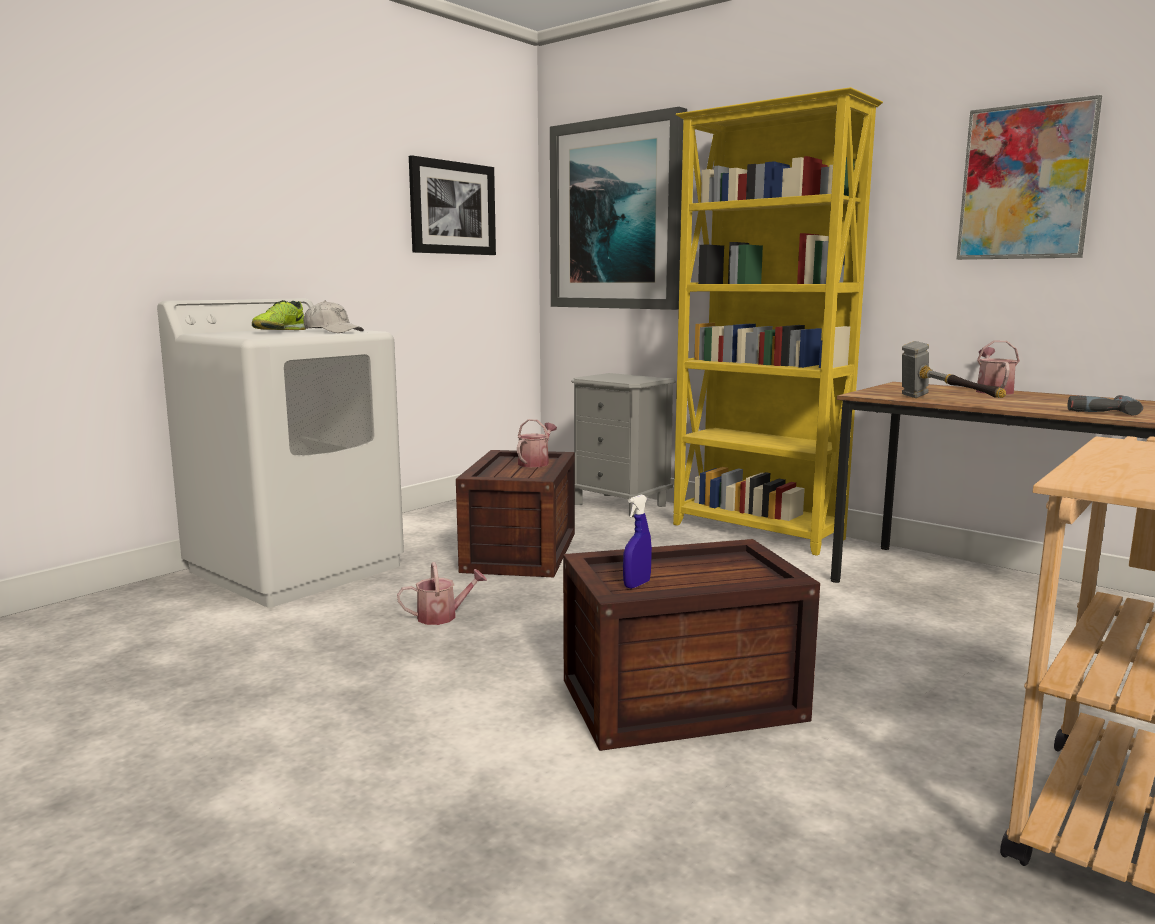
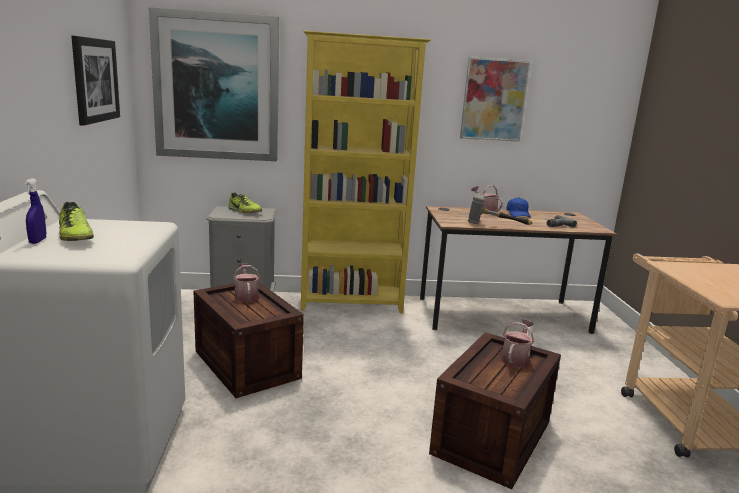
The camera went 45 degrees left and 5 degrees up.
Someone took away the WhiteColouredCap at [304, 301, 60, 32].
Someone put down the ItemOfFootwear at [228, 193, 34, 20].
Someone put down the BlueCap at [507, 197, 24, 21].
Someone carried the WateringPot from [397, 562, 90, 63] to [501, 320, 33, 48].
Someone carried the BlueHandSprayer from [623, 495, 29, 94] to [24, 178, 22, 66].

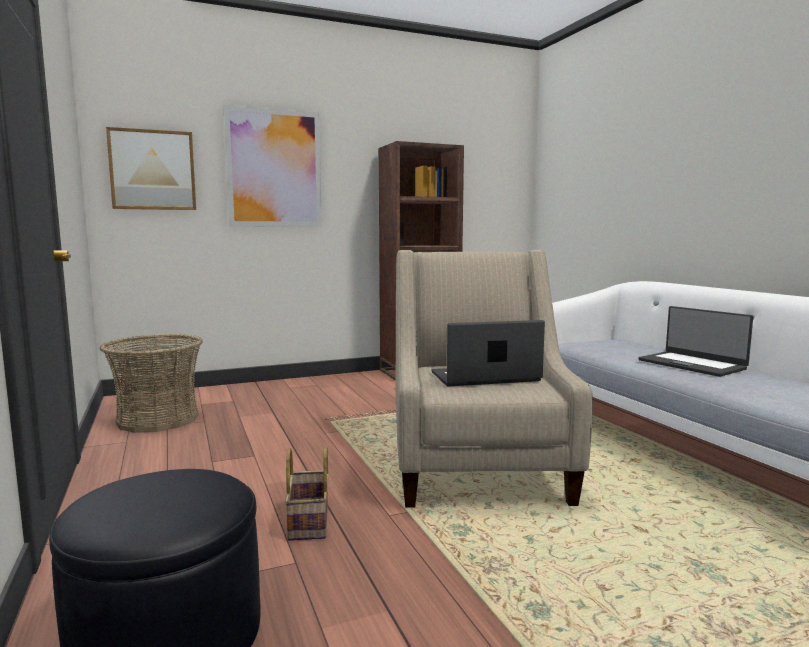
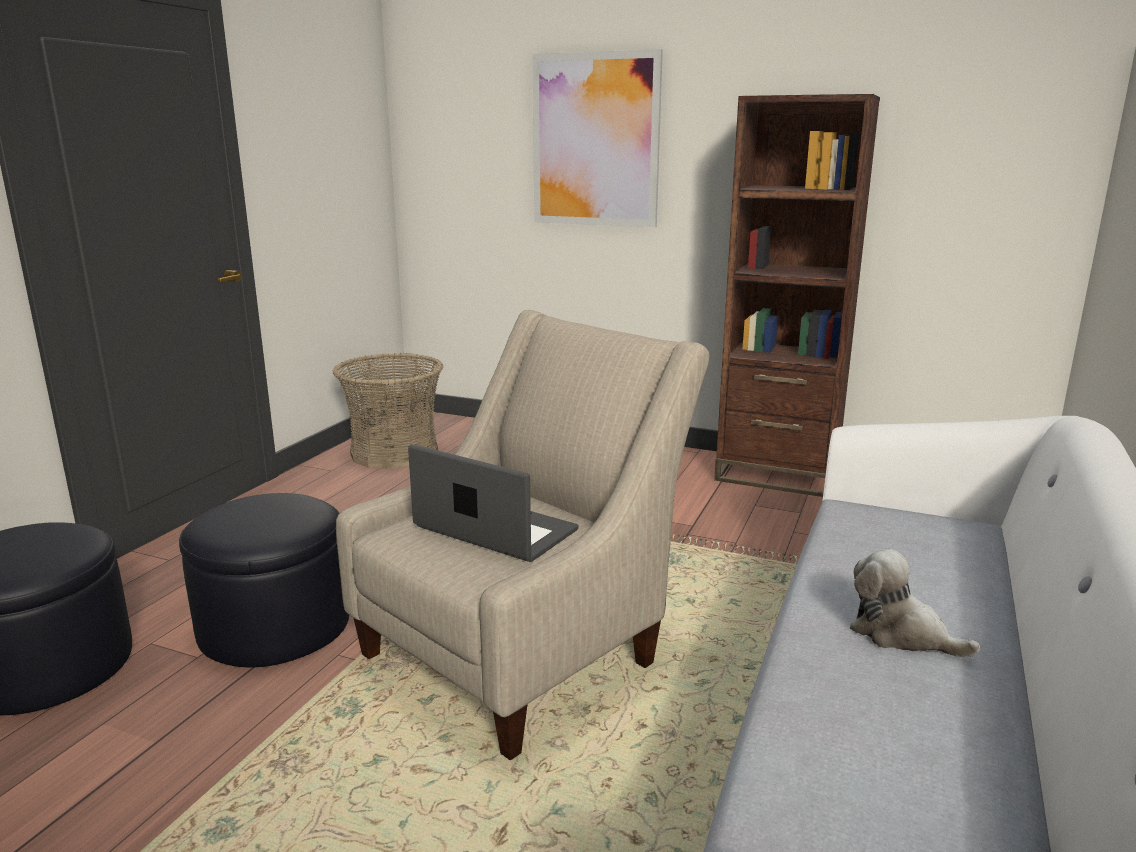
The camera went 45 degrees right and 10 degrees up.
Someone took away the Picture at [106, 127, 90, 83].
Someone swapped the HouseholdBasket at [285, 446, 44, 95] for the BlackishPouffe at [179, 493, 170, 174].
Someone swapped the NotebookComputer at [639, 306, 114, 71] for the PlushToy at [850, 549, 130, 108].

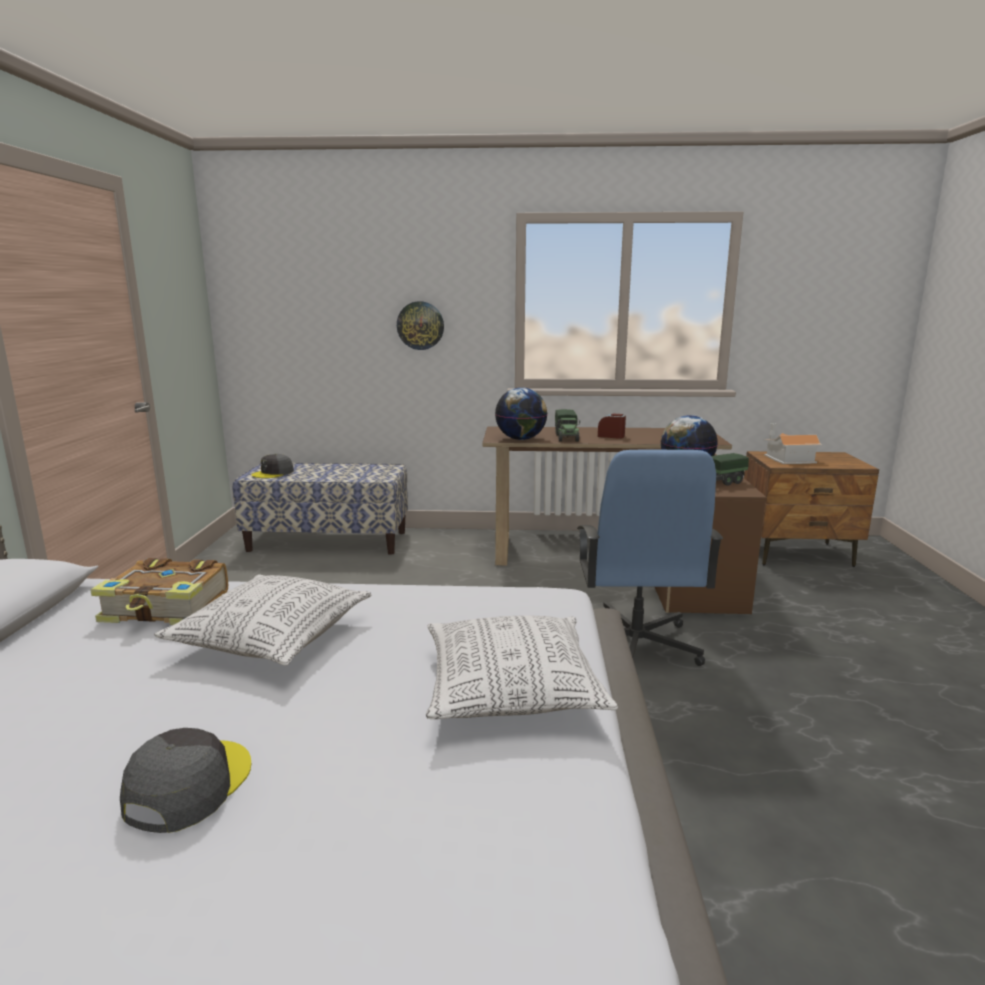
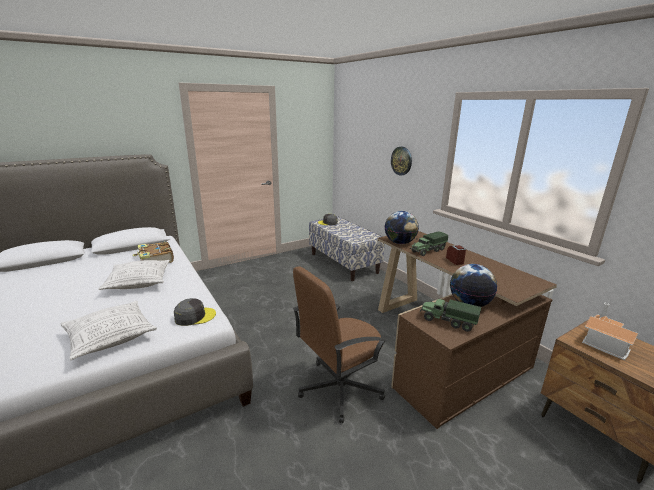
The camera went 55 degrees right and 5 degrees up.
Someone carried the GreyishCap from [120, 728, 131, 105] to [174, 298, 42, 28].
Someone repainted the BlueComputerChair at [577, 450, 146, 216], which became the BrownColouredComputerChair at [293, 266, 94, 157].

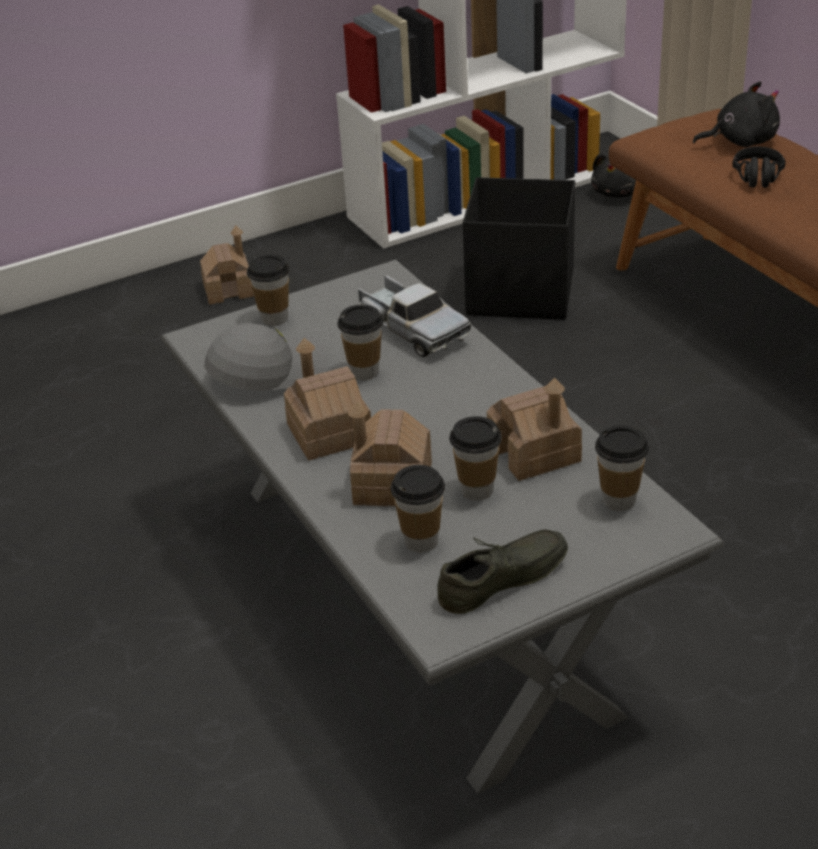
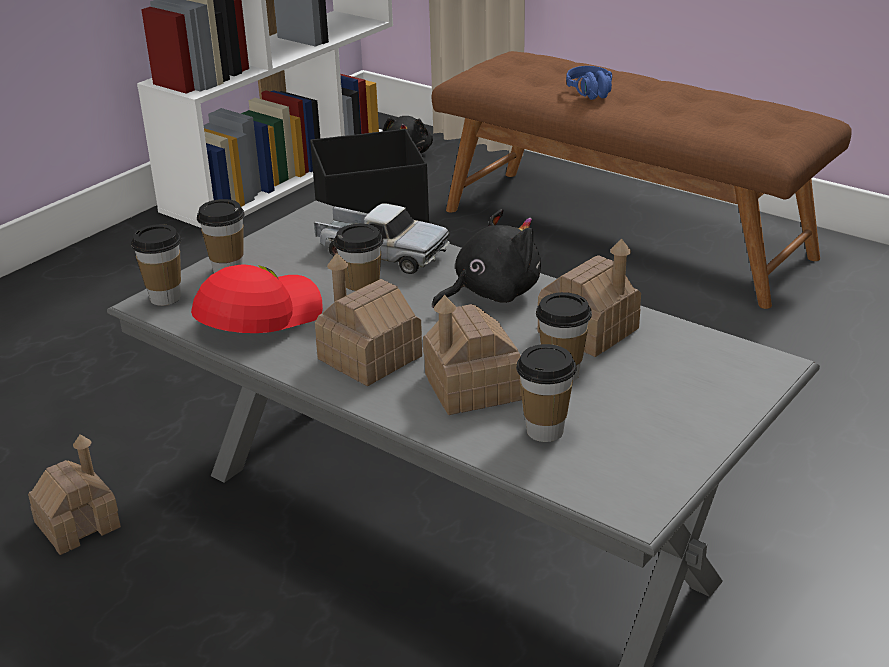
The camera went 25 degrees left and 5 degrees down.
Someone took away the GreyishItemOfFootwear at [437, 529, 131, 85].
Someone carried the ModelHouse from [200, 225, 54, 80] to [28, 434, 93, 121].
Someone carried the DrinkingCup from [595, 425, 54, 86] to [131, 224, 50, 82].
Someone carried the BlackishPlushToy from [693, 81, 87, 66] to [432, 209, 109, 99].
Someone repainted the GreyishCap at [204, 323, 123, 68], which became the RedCap at [191, 265, 132, 68].
Someone repainted the BlackishHeadphones at [732, 146, 54, 42], which became the BlueHeadphones at [566, 66, 46, 34].

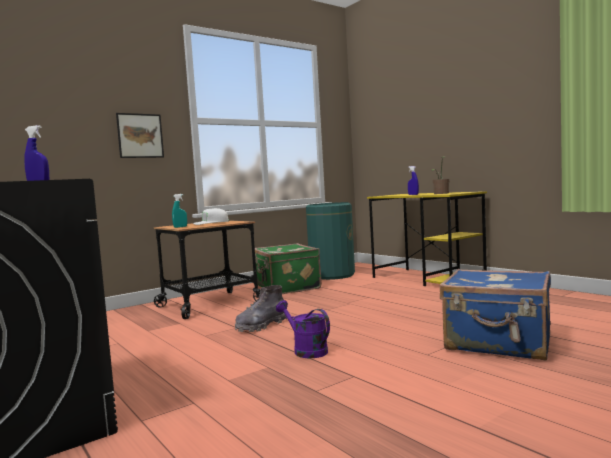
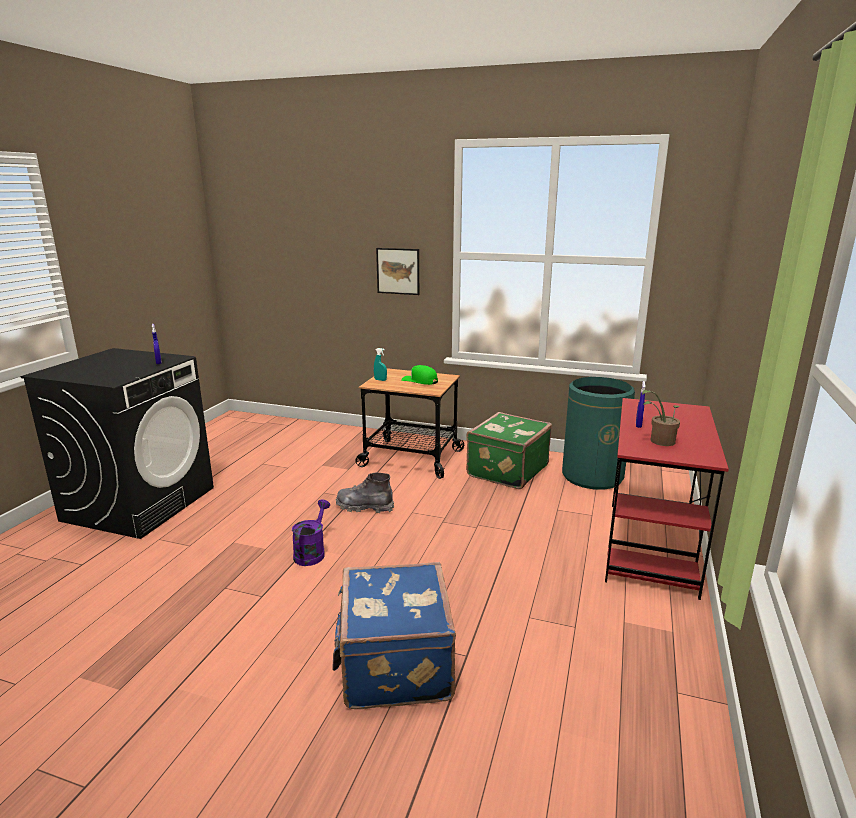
The camera went 55 degrees right and 15 degrees up.
Someone repainted the WhiteColouredCap at [193, 208, 36, 17], which became the GreenishCap at [401, 365, 37, 20].
Someone repainted the YellowDesk at [367, 191, 120, 95], which became the RedDesk at [605, 398, 124, 202].

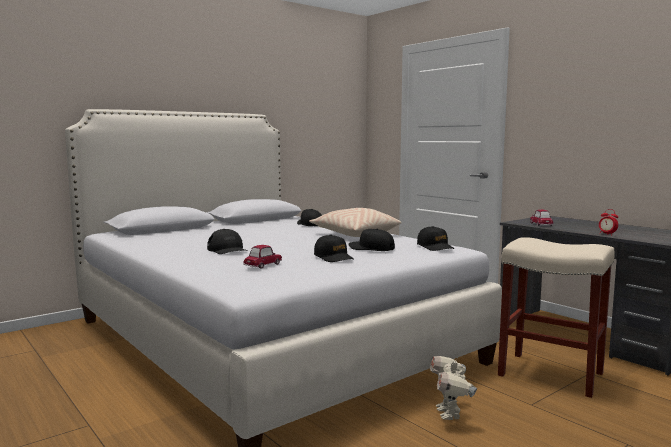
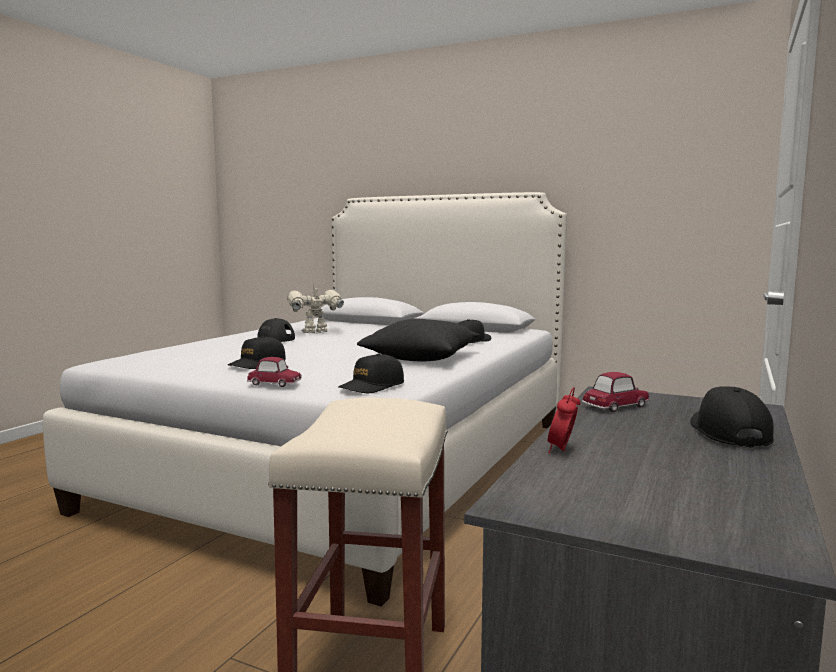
The camera went 65 degrees right and 0 degrees up.
Someone carried the ToyCar from [243, 245, 39, 24] to [247, 357, 55, 30].
Someone carried the BlackishCap from [348, 229, 47, 22] to [690, 386, 84, 61].
Someone carried the ToyRobot from [430, 356, 47, 64] to [287, 284, 57, 49].
Someone repainted the SandColouredThrowPillow at [309, 208, 92, 29], which became the BlackishThrowPillow at [357, 319, 123, 42].

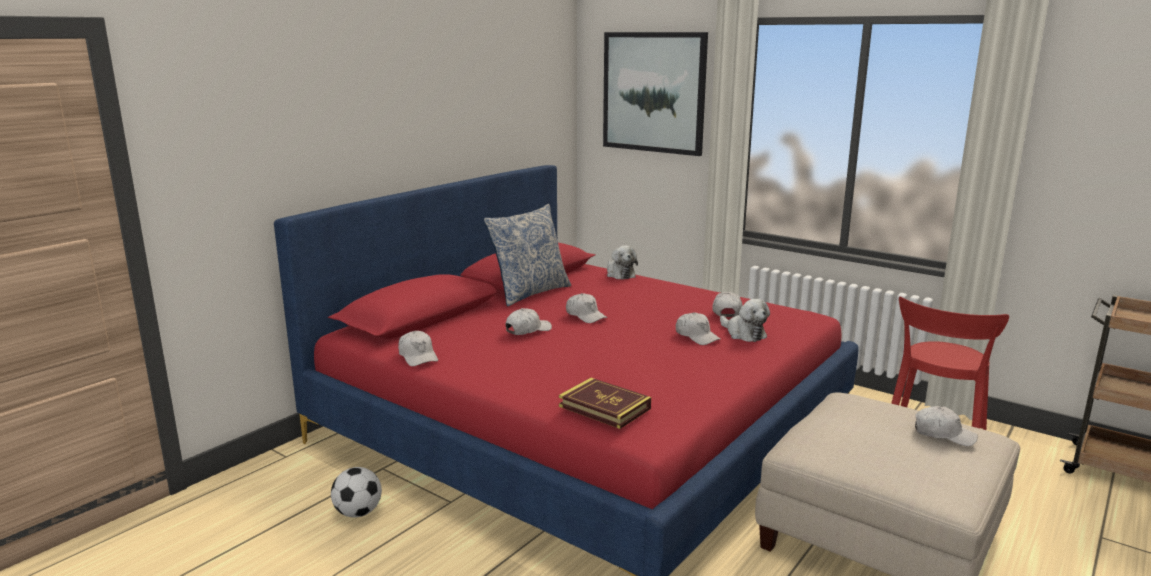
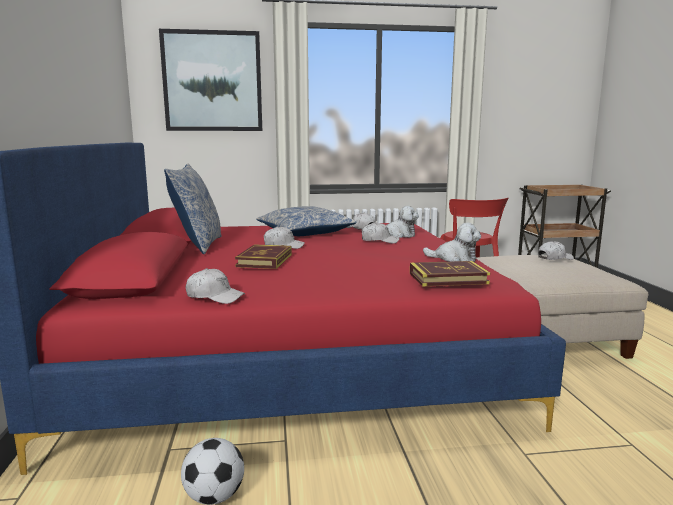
The camera went 45 degrees left and 5 degrees down.
Someone put down the ThrowPillow at [256, 206, 101, 30].
Someone carried the PlushToy from [607, 245, 31, 35] to [423, 223, 58, 39].
Someone swapped the WhiteColouredCap at [506, 308, 46, 27] for the Book at [235, 244, 57, 25].

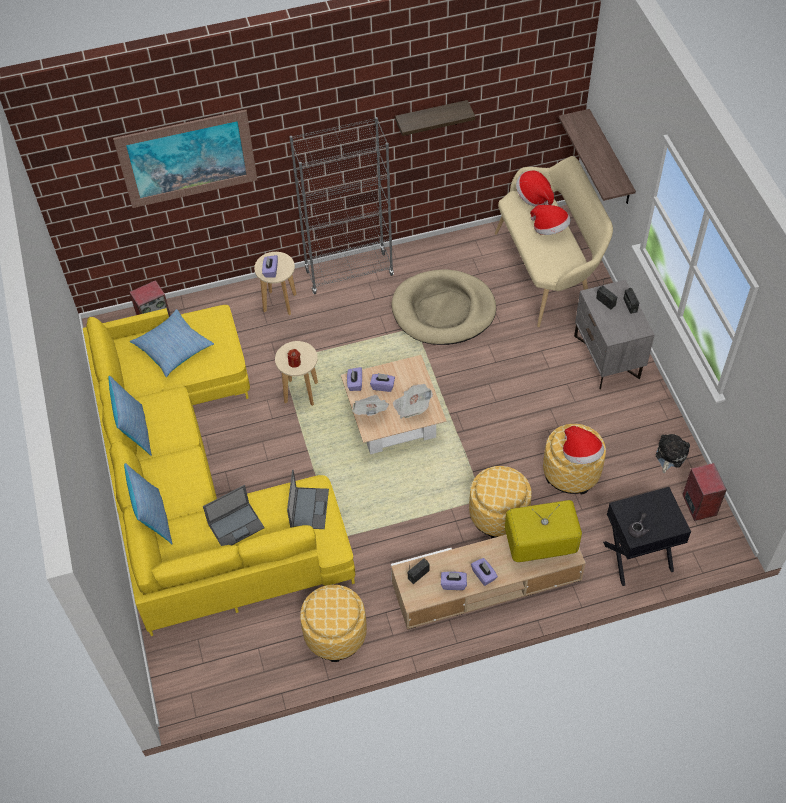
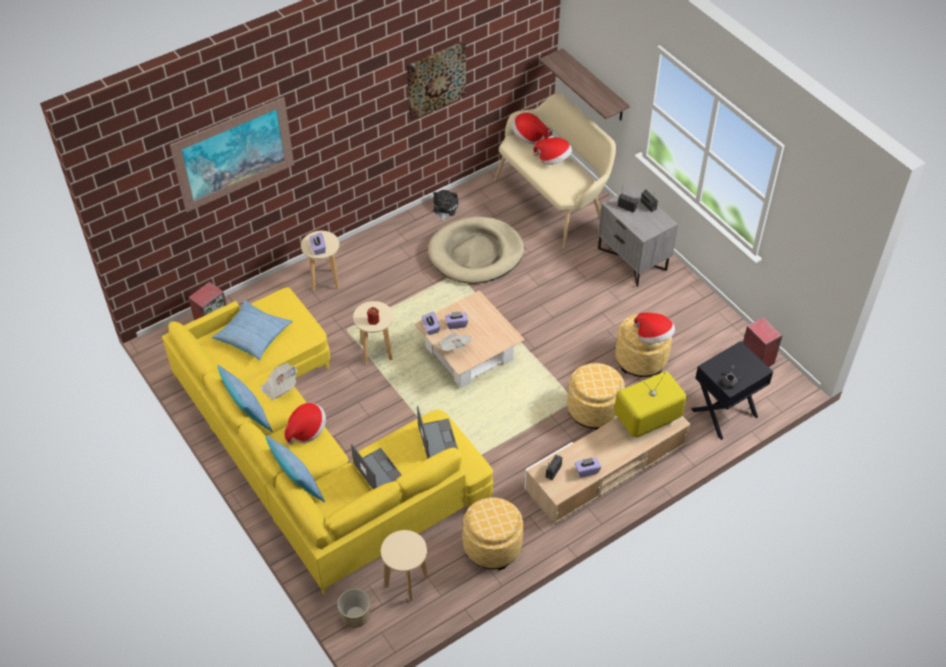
The camera went 20 degrees left and 5 degrees down.
Someone took away the GreyishBookshelf at [290, 117, 104, 177].
Someone took away the PurpleColouredTissueBox at [471, 558, 27, 28].
Someone put down the WearableHat at [284, 403, 42, 42].
Someone put down the PlantPot at [337, 589, 33, 39].
Someone put down the SandColouredSittingStool at [381, 530, 47, 71].
Someone carried the DailyPaper from [393, 384, 40, 35] to [260, 363, 38, 38].
Someone carried the PlushToy from [656, 434, 34, 39] to [433, 190, 25, 32].
Someone swapped the BracketShelf at [395, 100, 80, 36] for the Picture at [407, 41, 59, 79].
Someone rotated the NotebookComputer at [203, 485, 62, 61] by 75 degrees counterclockwise.

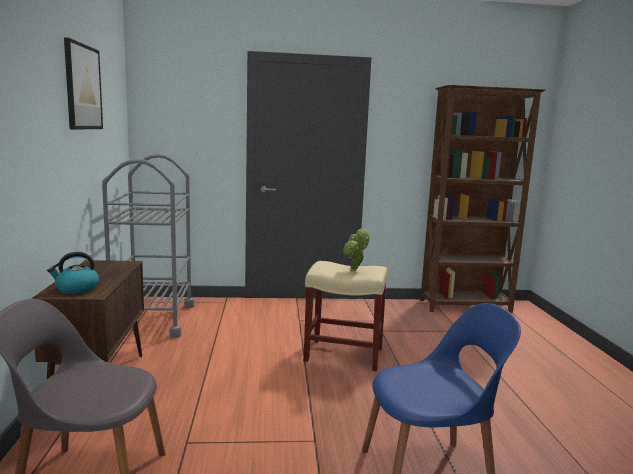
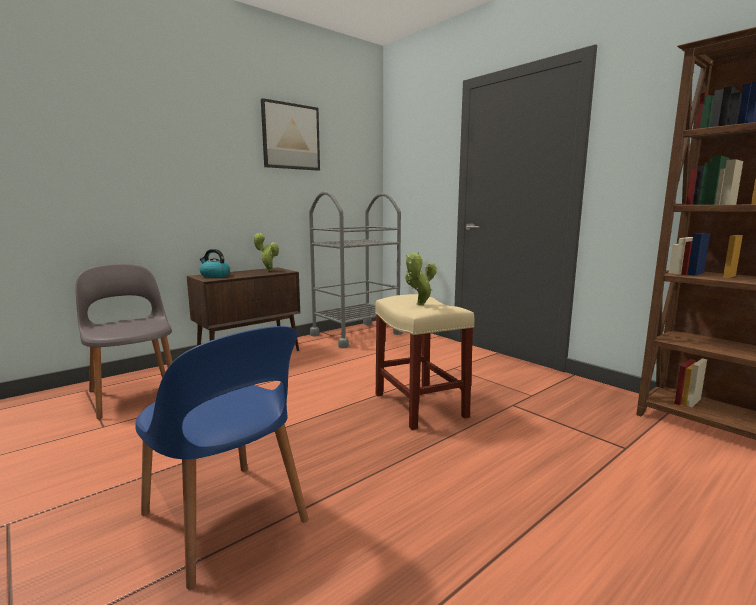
The camera went 55 degrees right and 0 degrees up.
Someone put down the PlantInAPot at [254, 233, 25, 38].

